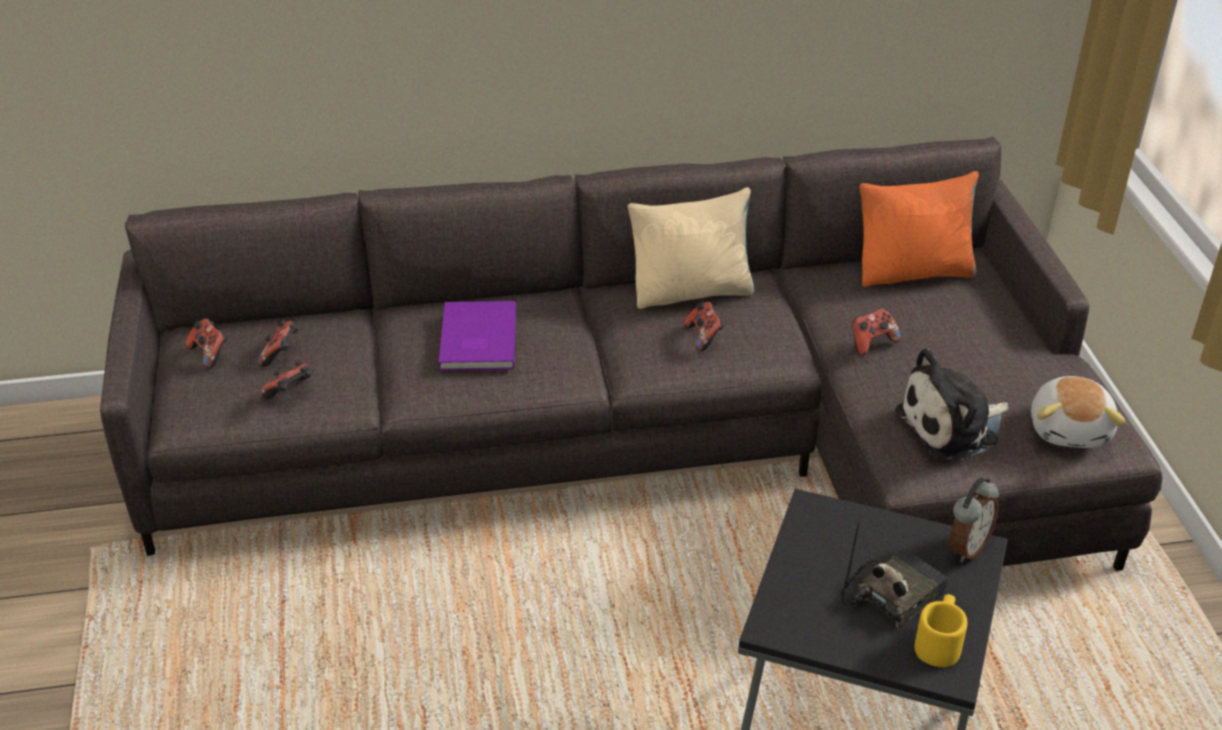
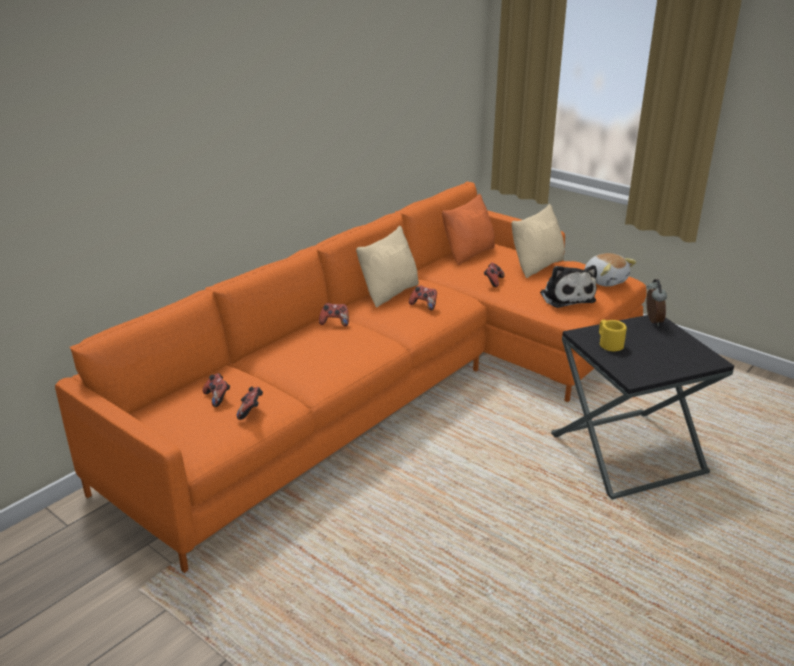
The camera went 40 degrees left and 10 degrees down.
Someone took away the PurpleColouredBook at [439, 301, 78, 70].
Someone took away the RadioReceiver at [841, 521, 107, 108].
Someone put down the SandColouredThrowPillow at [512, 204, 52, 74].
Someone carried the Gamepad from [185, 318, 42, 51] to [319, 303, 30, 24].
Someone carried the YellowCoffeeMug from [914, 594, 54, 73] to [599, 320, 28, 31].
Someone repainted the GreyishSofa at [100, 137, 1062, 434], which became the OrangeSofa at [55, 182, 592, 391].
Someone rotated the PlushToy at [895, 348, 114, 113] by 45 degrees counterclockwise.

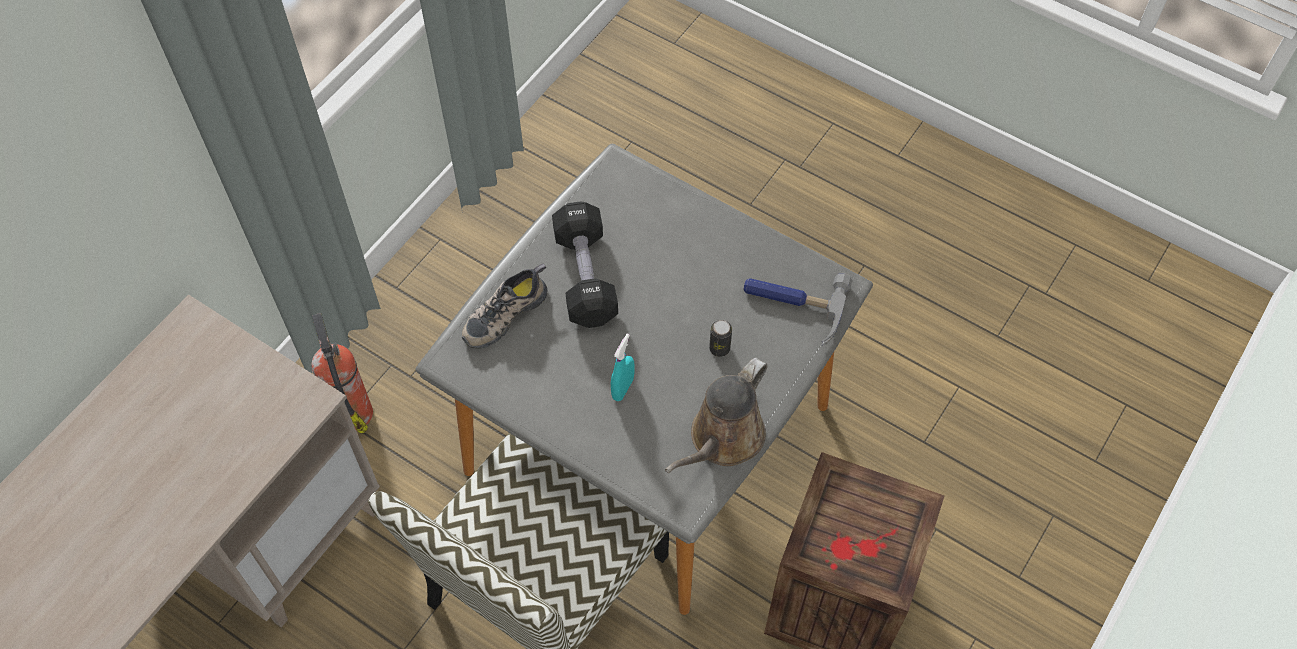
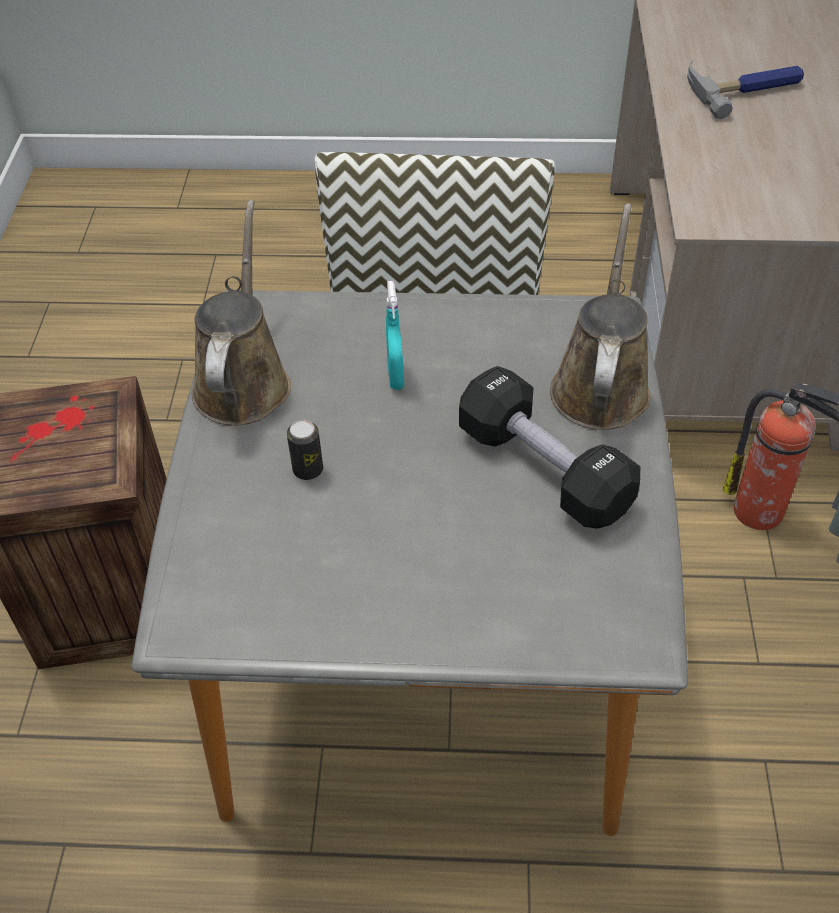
The camera went 150 degrees right and 10 degrees down.
Someone carried the ToolHammer from [743, 273, 109, 73] to [687, 60, 117, 59].
Someone swapped the ItemOfFootwear at [462, 264, 86, 85] for the BrownColouredWateringPot at [550, 203, 101, 227].

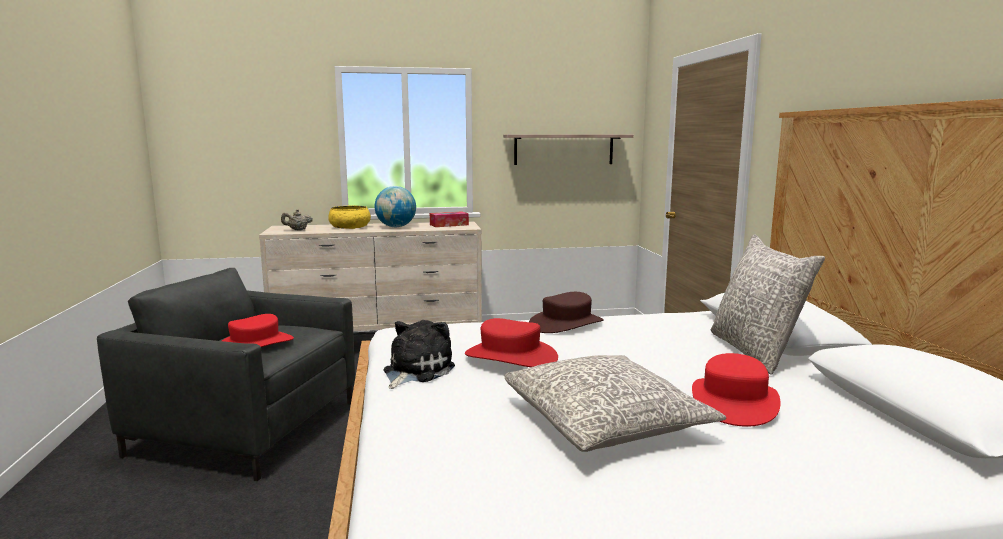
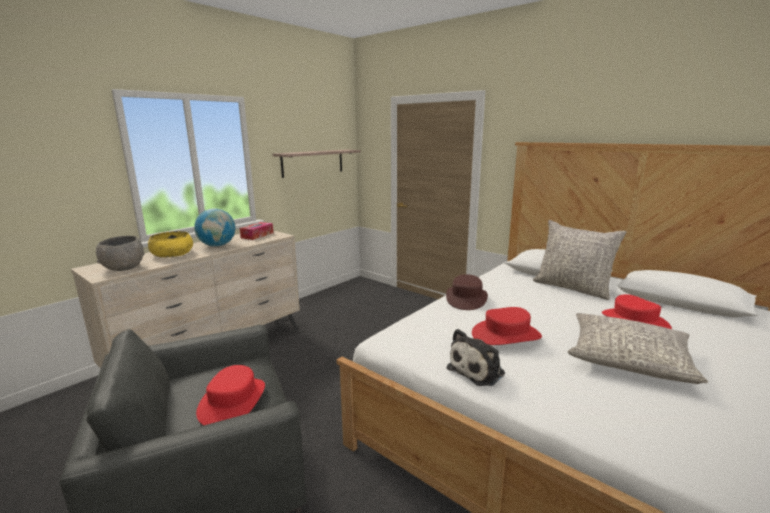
The camera went 40 degrees left and 5 degrees up.
Someone swapped the SandColouredTeaPot at [281, 209, 32, 22] for the GreyishDeepDish at [96, 236, 49, 35].
Someone rotated the PlushToy at [383, 320, 72, 69] by 120 degrees counterclockwise.

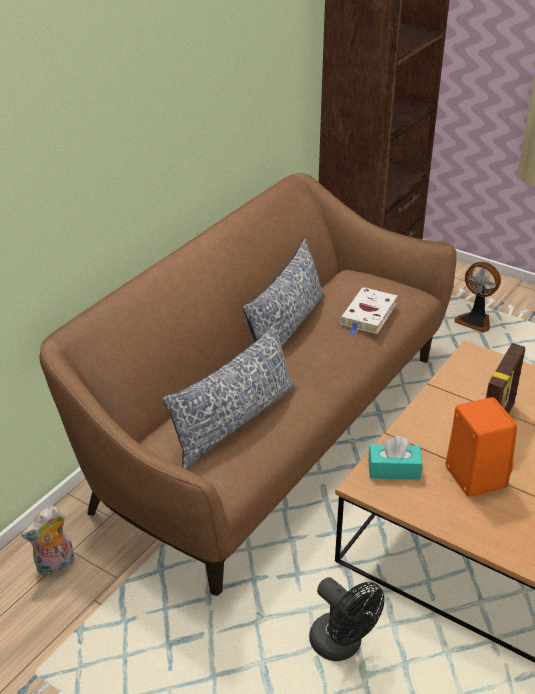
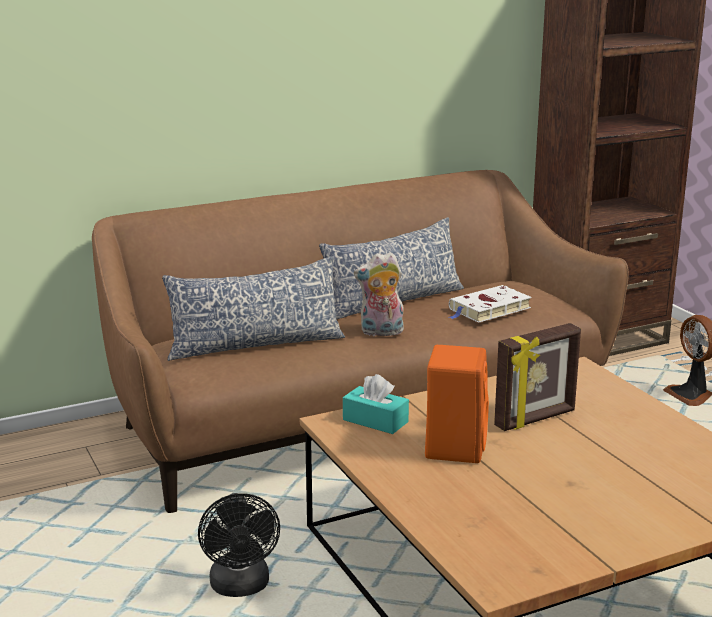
The camera went 30 degrees right and 15 degrees down.
Someone carried the PlushToy from [21, 506, 54, 70] to [354, 252, 50, 84].

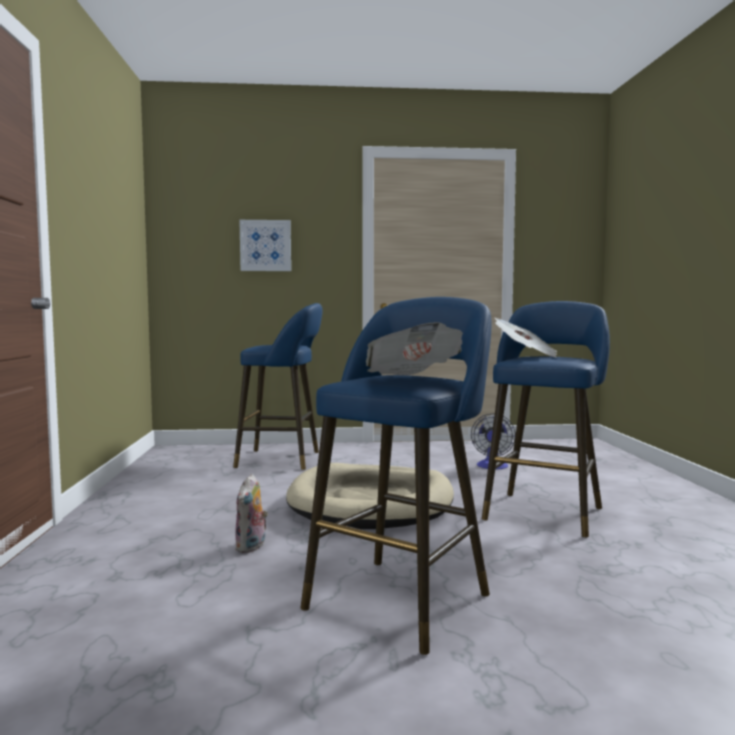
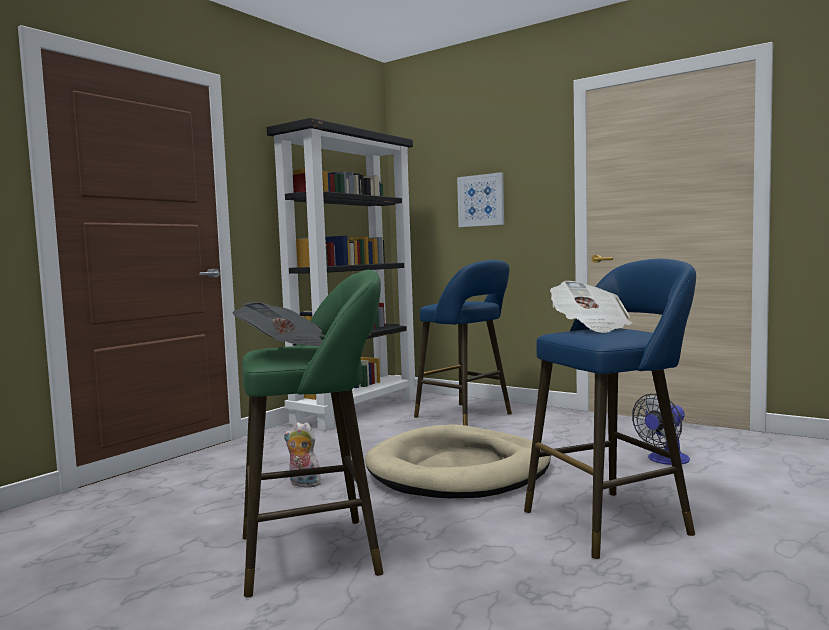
The camera went 40 degrees right and 0 degrees up.
Someone put down the BlackishBookshelf at [267, 118, 151, 313].
Someone repainted the BlueSittingStool at [300, 297, 191, 358], which became the GreenishSittingStool at [242, 270, 141, 327].
Someone rotated the PlushToy at [235, 474, 33, 79] by 60 degrees clockwise.

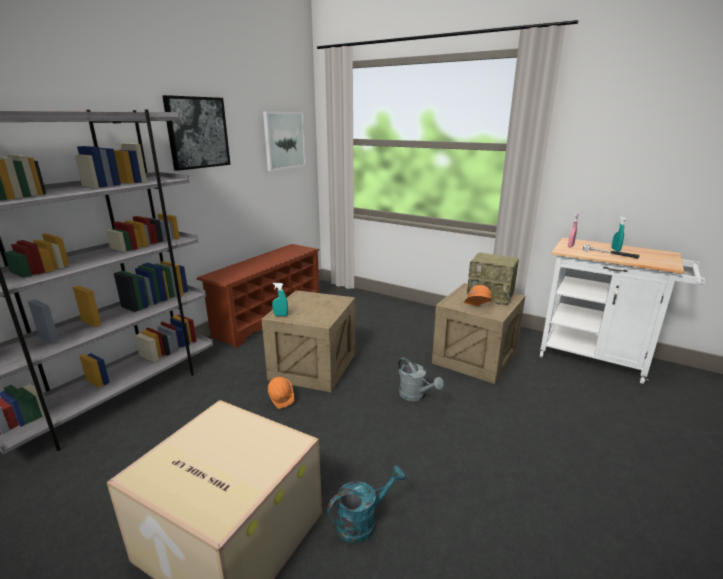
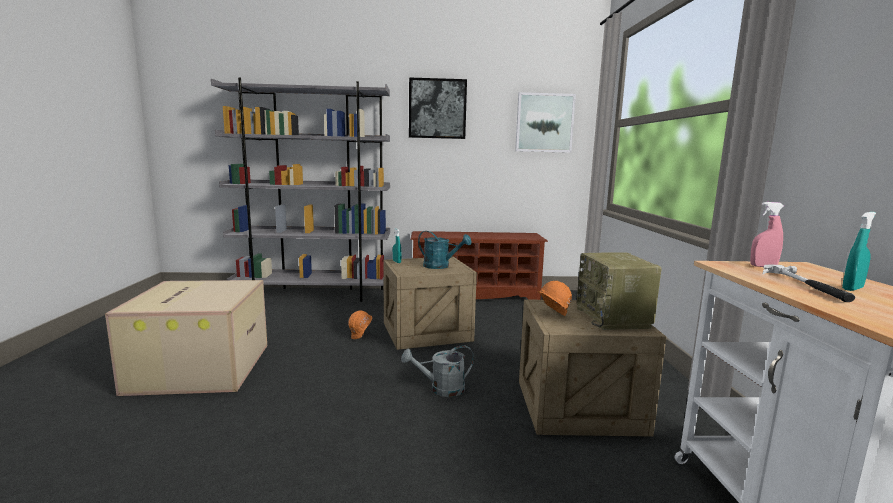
The camera went 55 degrees right and 10 degrees down.
Someone carried the BlueGreenWateringPot from [327, 465, 79, 78] to [418, 231, 54, 38].
Someone rotated the GreyishWateringPot at [398, 357, 46, 44] by 60 degrees clockwise.

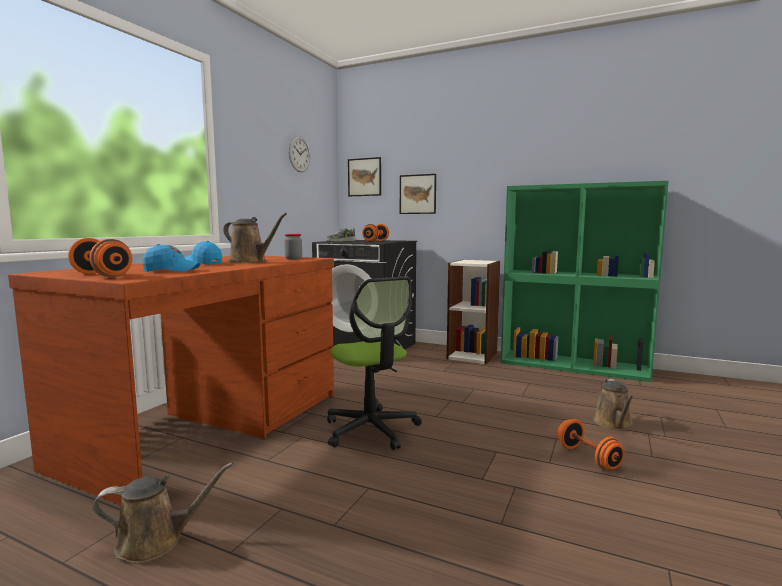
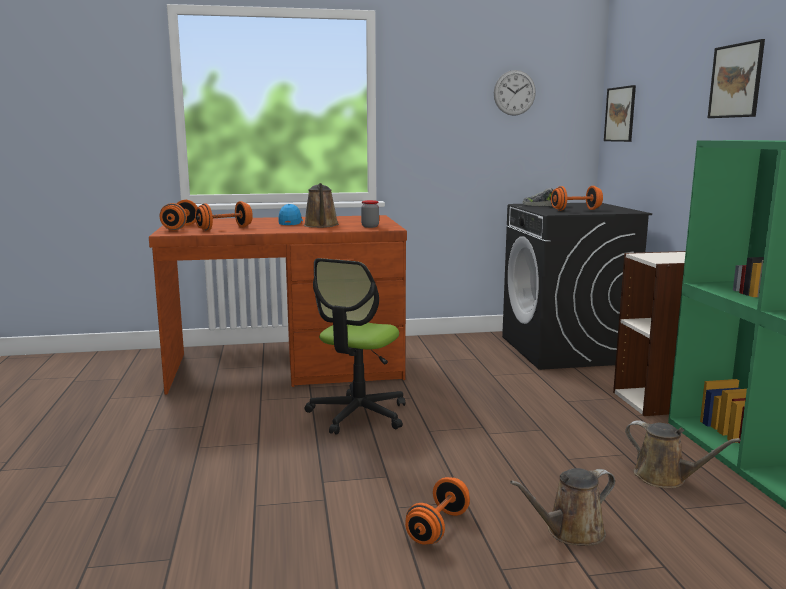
The camera went 55 degrees right and 5 degrees up.
Someone carried the BrownColouredWateringPot from [93, 463, 140, 101] to [625, 420, 116, 68].
Someone carried the Picture from [400, 174, 36, 40] to [708, 39, 57, 79].
Someone swapped the BlueCap at [143, 244, 57, 28] for the OrangeHandWeight at [195, 201, 58, 30].

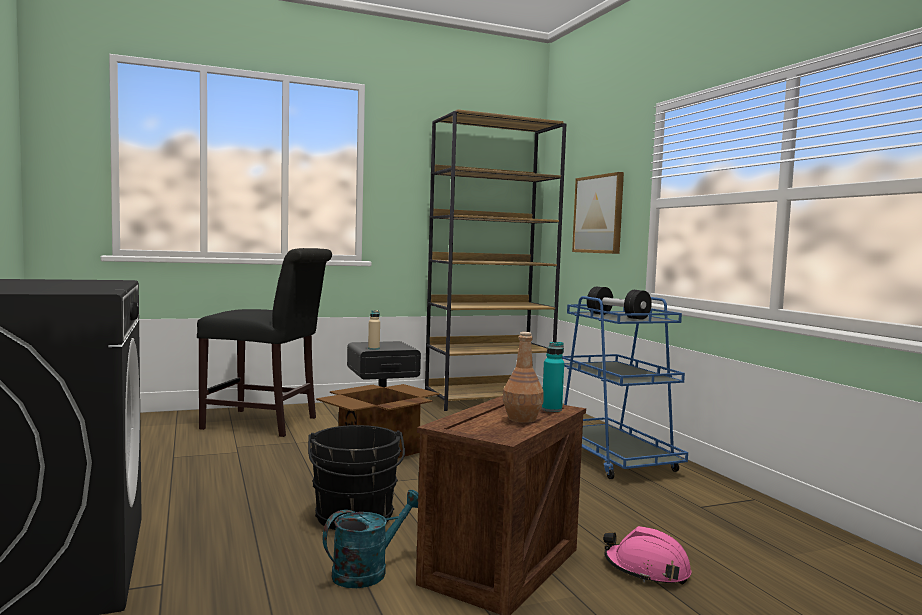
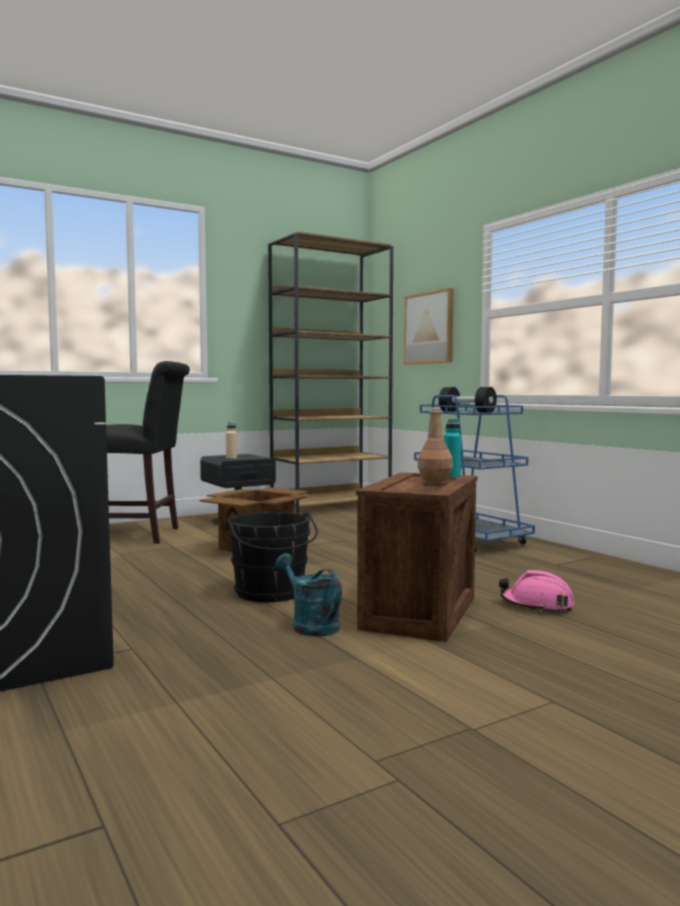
The camera went 10 degrees left and 0 degrees up.
Someone rotated the BlueGreenWateringPot at [323, 490, 95, 98] by 75 degrees counterclockwise.

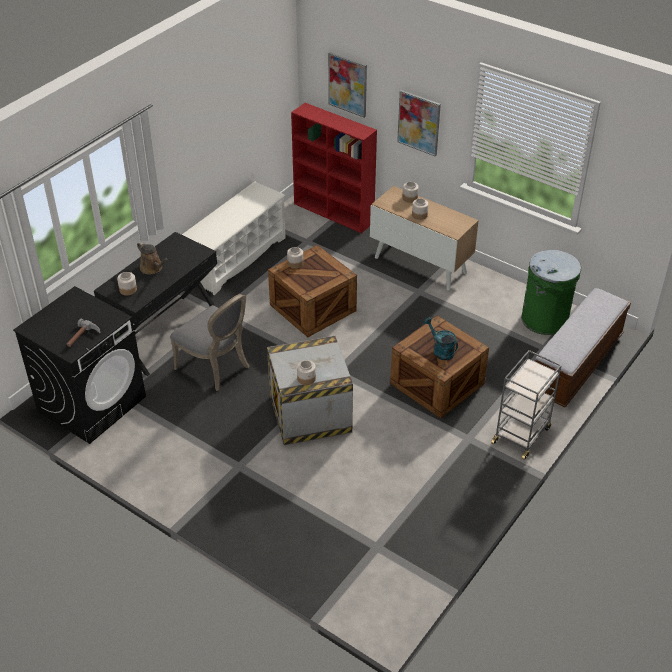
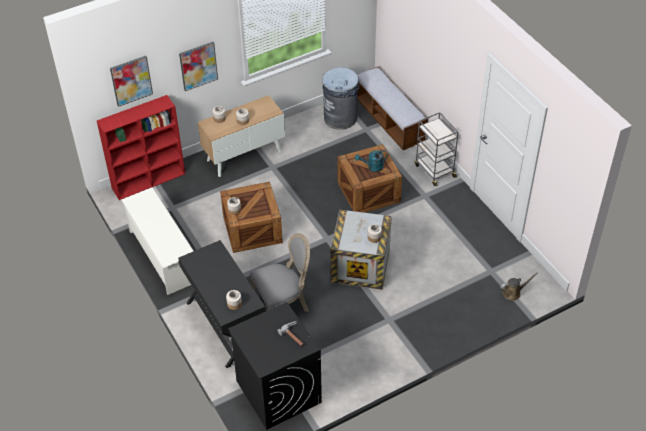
The camera went 65 degrees left and 5 degrees up.
Someone carried the BrownColouredWateringPot from [137, 242, 31, 32] to [500, 272, 38, 29].
Someone repainted the GreenishRubbishBin at [521, 250, 60, 85], which became the GreyishRubbishBin at [322, 67, 37, 63].

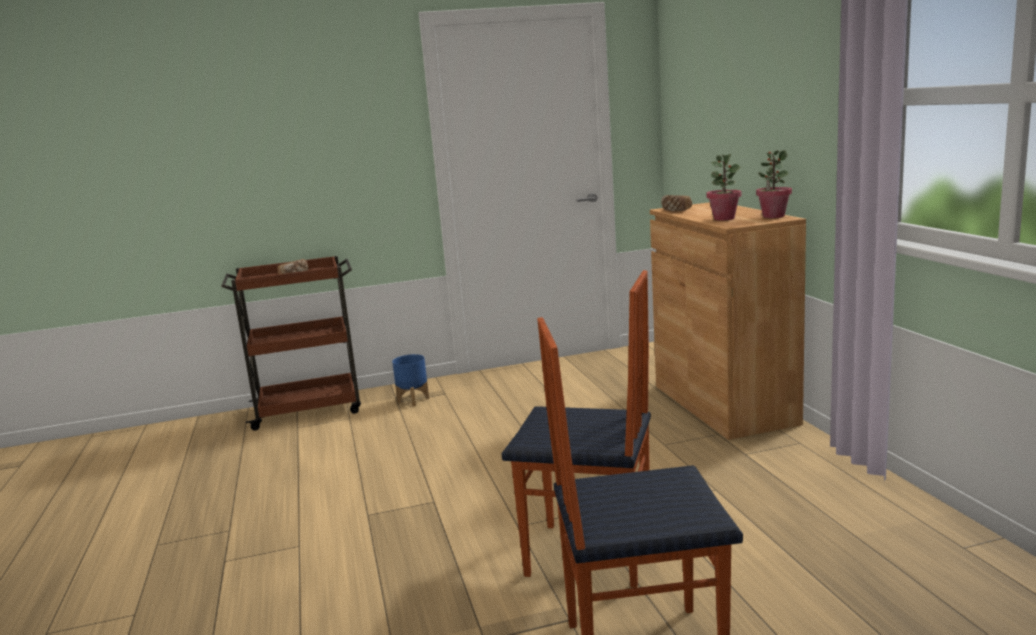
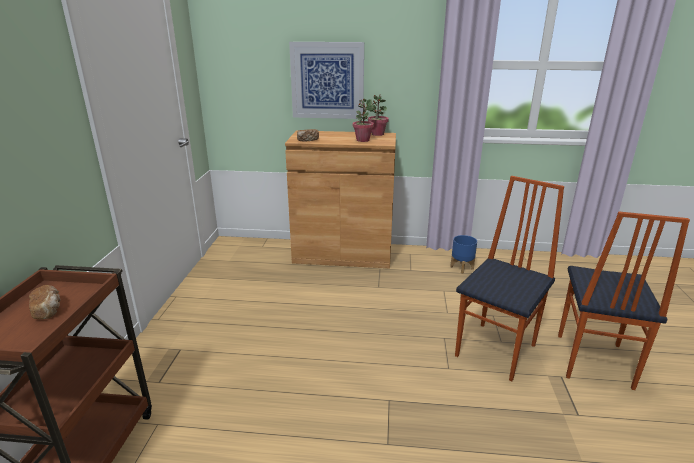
The camera went 70 degrees left and 10 degrees up.
Someone put up the Picture at [289, 42, 75, 77].
Someone carried the BluePlantPot from [392, 354, 37, 52] to [450, 235, 27, 39].

